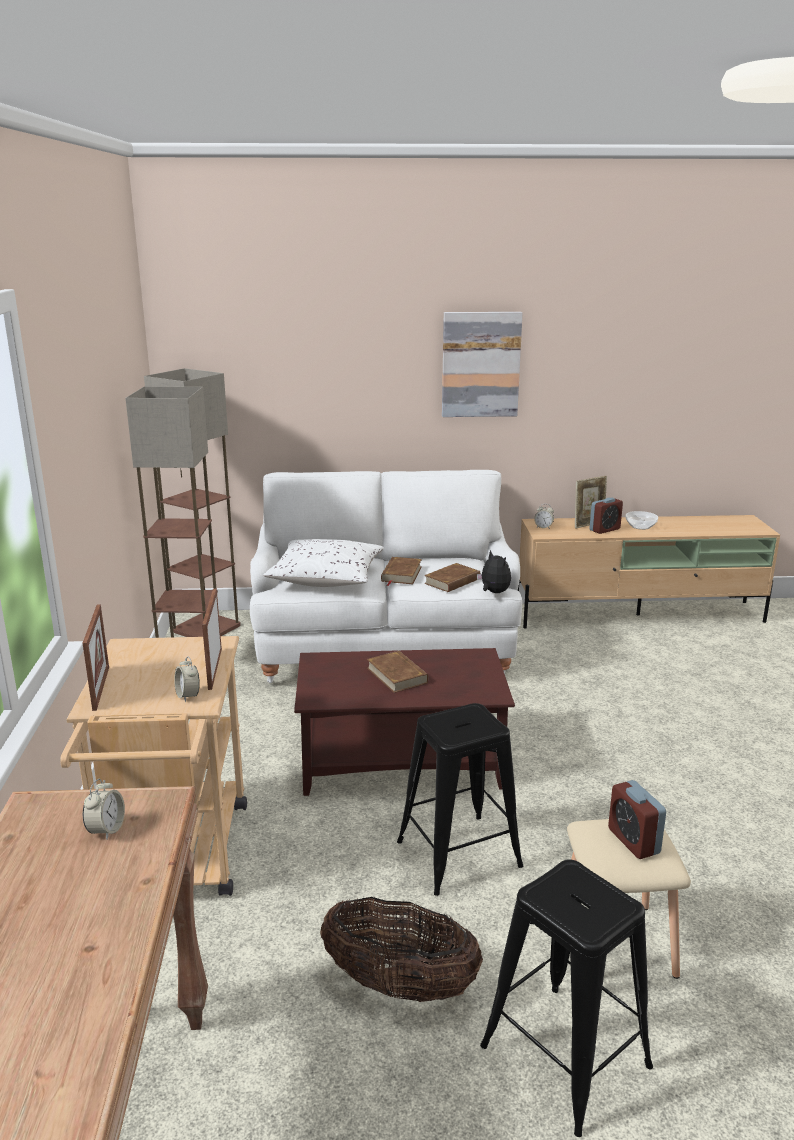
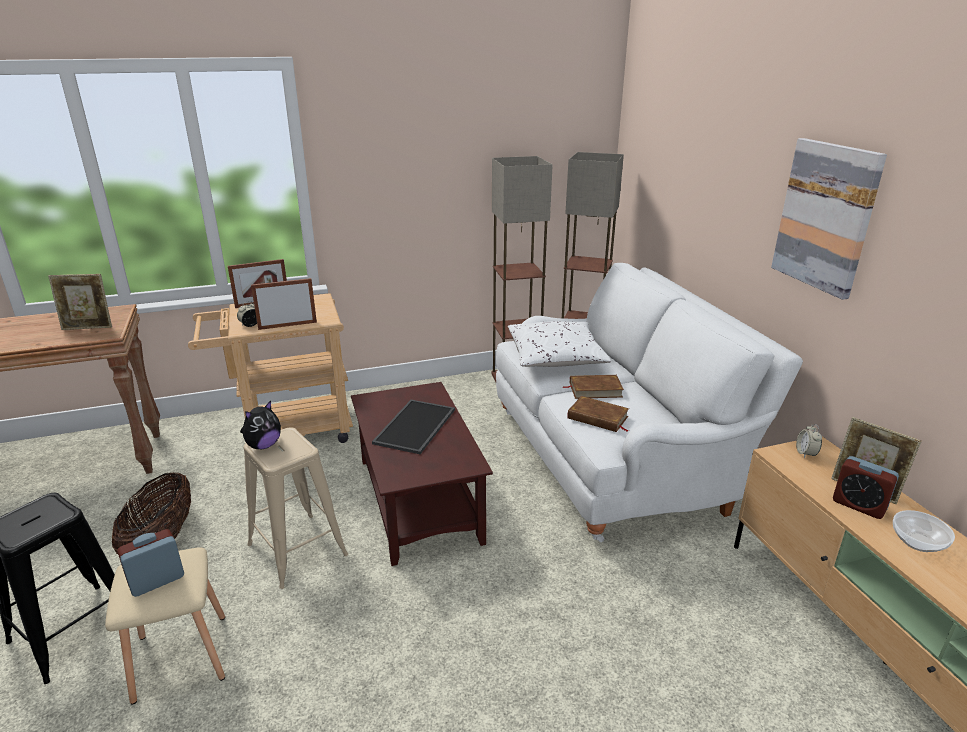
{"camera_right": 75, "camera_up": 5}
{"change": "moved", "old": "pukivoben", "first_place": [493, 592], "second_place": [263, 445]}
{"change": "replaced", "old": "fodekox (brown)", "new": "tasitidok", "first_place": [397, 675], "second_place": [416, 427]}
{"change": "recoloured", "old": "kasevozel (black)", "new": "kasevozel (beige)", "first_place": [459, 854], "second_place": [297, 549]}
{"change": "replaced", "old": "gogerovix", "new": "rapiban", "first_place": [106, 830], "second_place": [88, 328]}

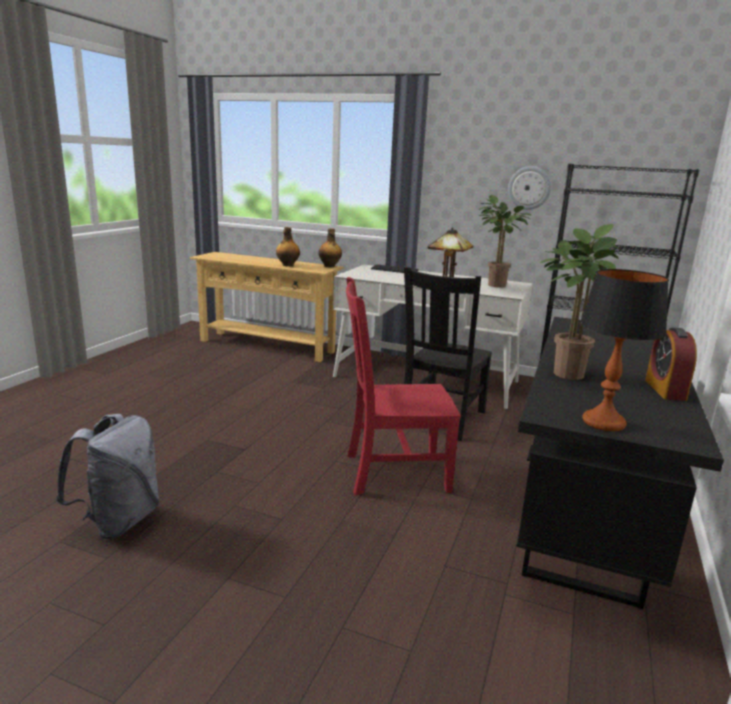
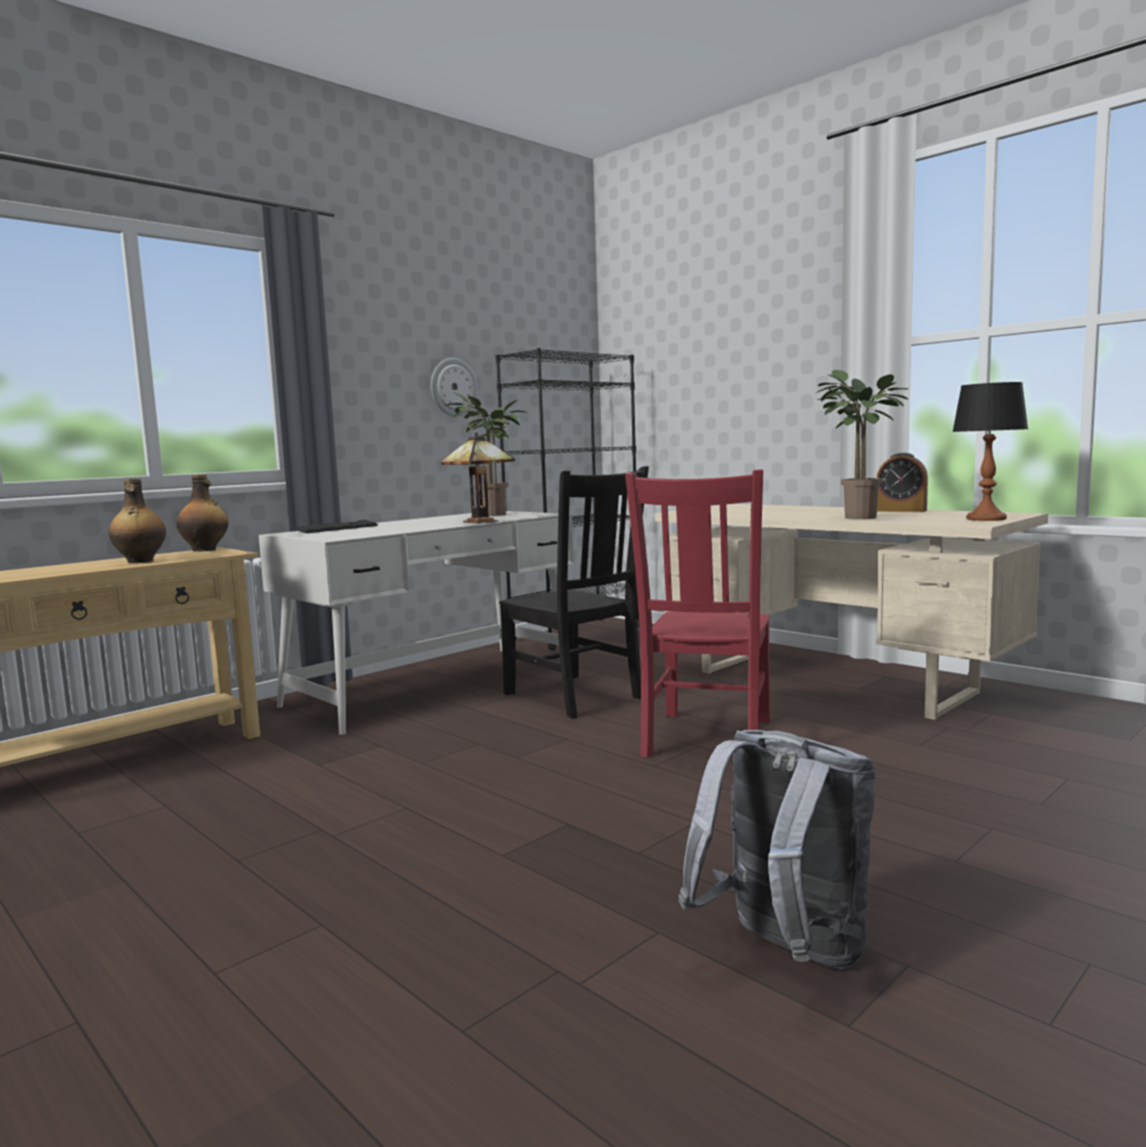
{"camera_right": -65, "camera_up": -10}
{"change": "recoloured", "old": "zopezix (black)", "new": "zopezix (beige)", "first_place": [585, 517], "second_place": [834, 682]}

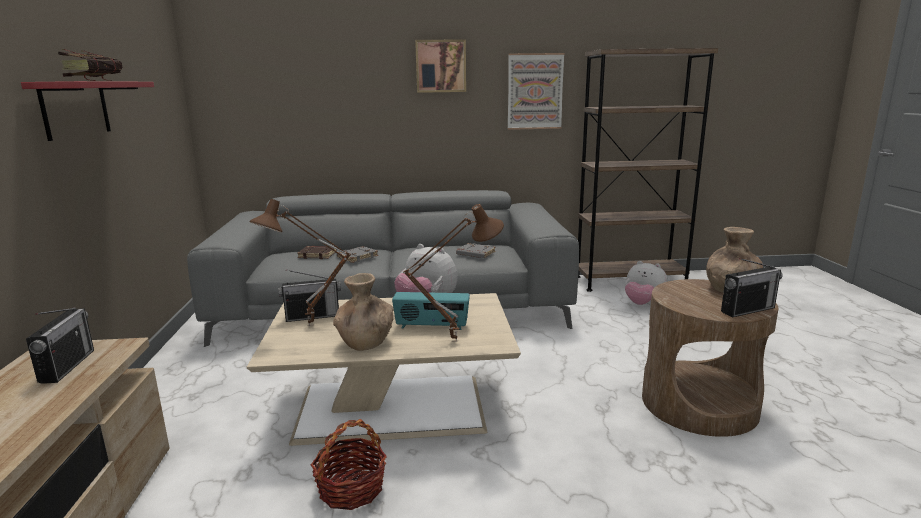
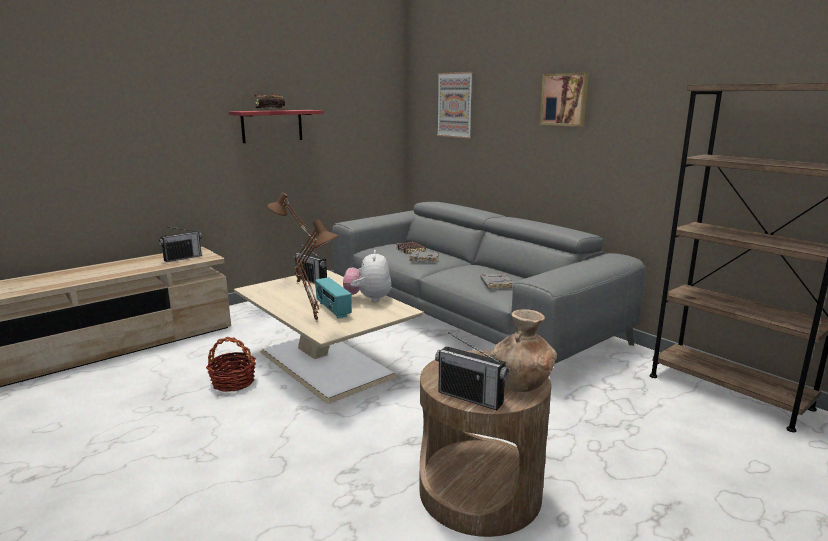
{"camera_right": 55, "camera_up": 0}
{"change": "moved", "old": "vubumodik", "first_place": [535, 91], "second_place": [455, 105]}
{"change": "removed", "old": "pukivoben", "first_place": [643, 304]}
{"change": "removed", "old": "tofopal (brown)", "first_place": [365, 343]}

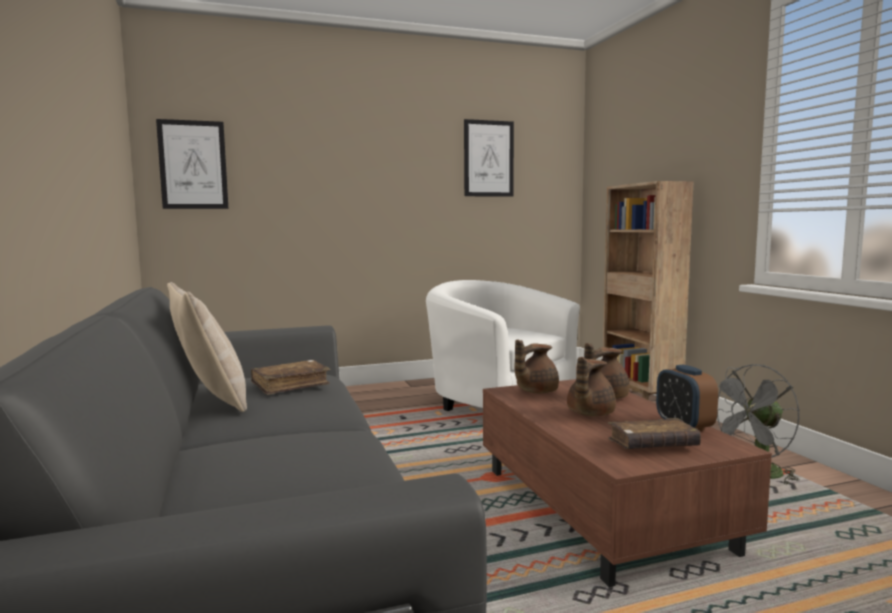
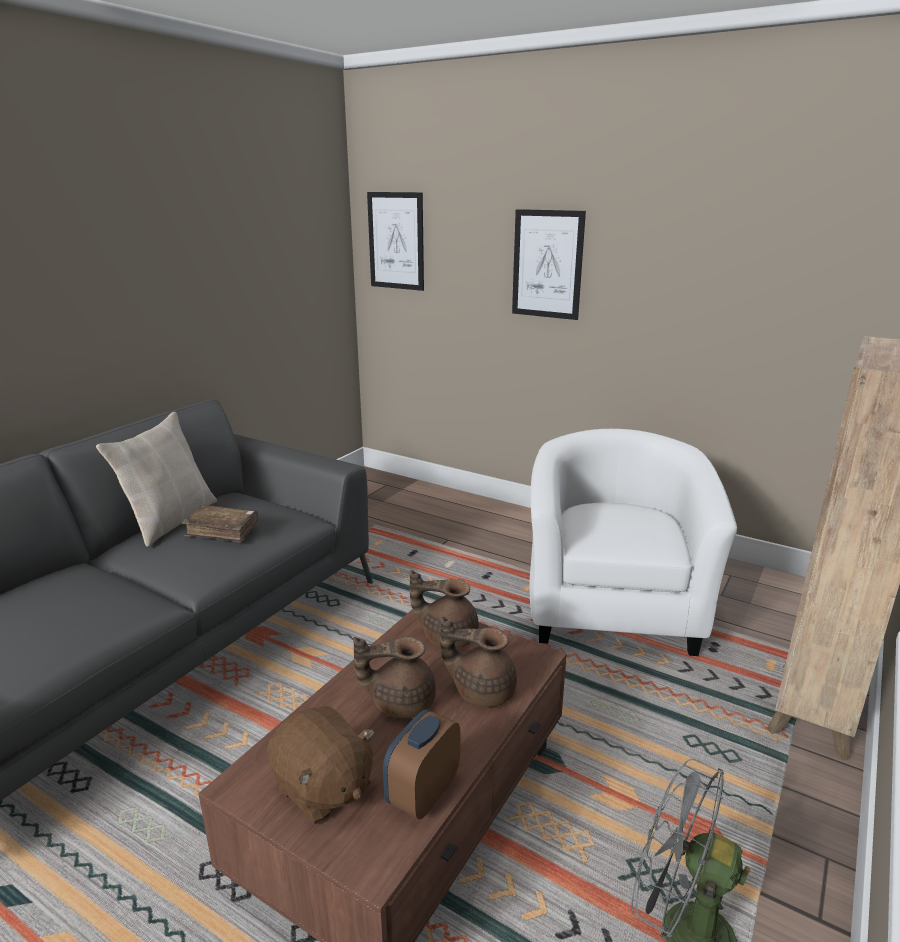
{"camera_right": 50, "camera_up": 15}
{"change": "moved", "old": "vubumodik", "first_place": [488, 158], "second_place": [547, 264]}
{"change": "replaced", "old": "fodekox (brown)", "new": "pukivoben (brown)", "first_place": [652, 445], "second_place": [322, 788]}

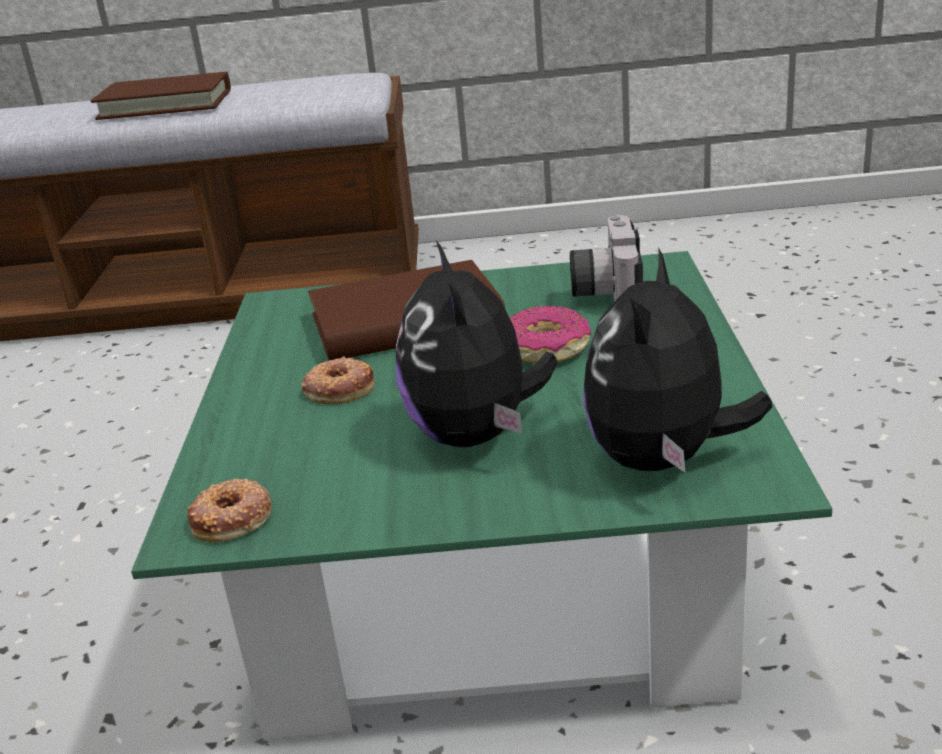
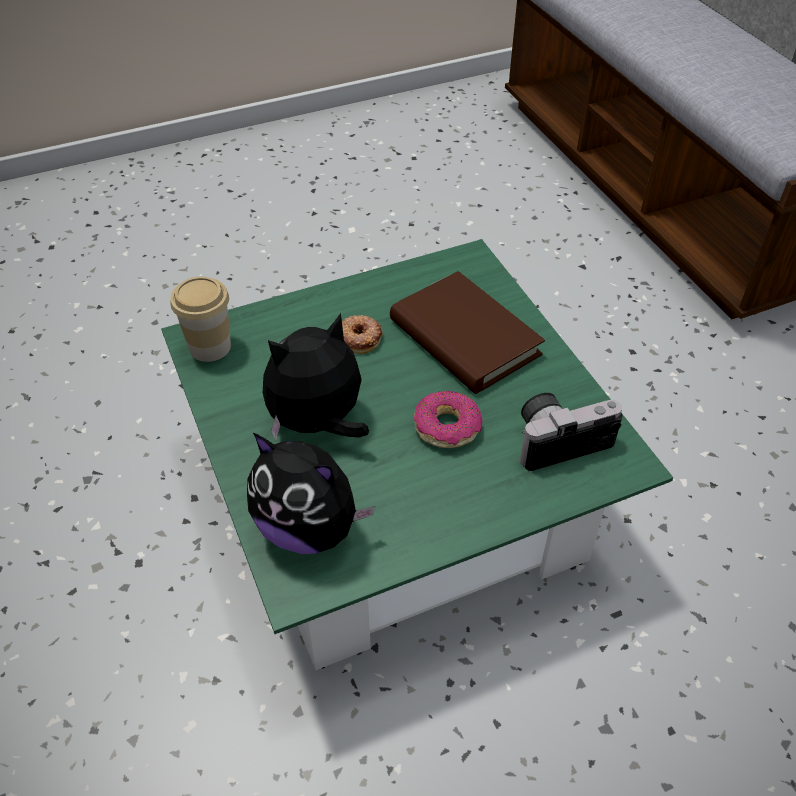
{"camera_right": 65, "camera_up": 20}
{"change": "removed", "old": "fodekox (brown)", "first_place": [165, 104]}
{"change": "turned", "old": "pukivoben", "first_place": [664, 461], "second_place": [309, 528], "degrees": -150}
{"change": "replaced", "old": "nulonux", "new": "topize", "first_place": [233, 518], "second_place": [210, 347]}

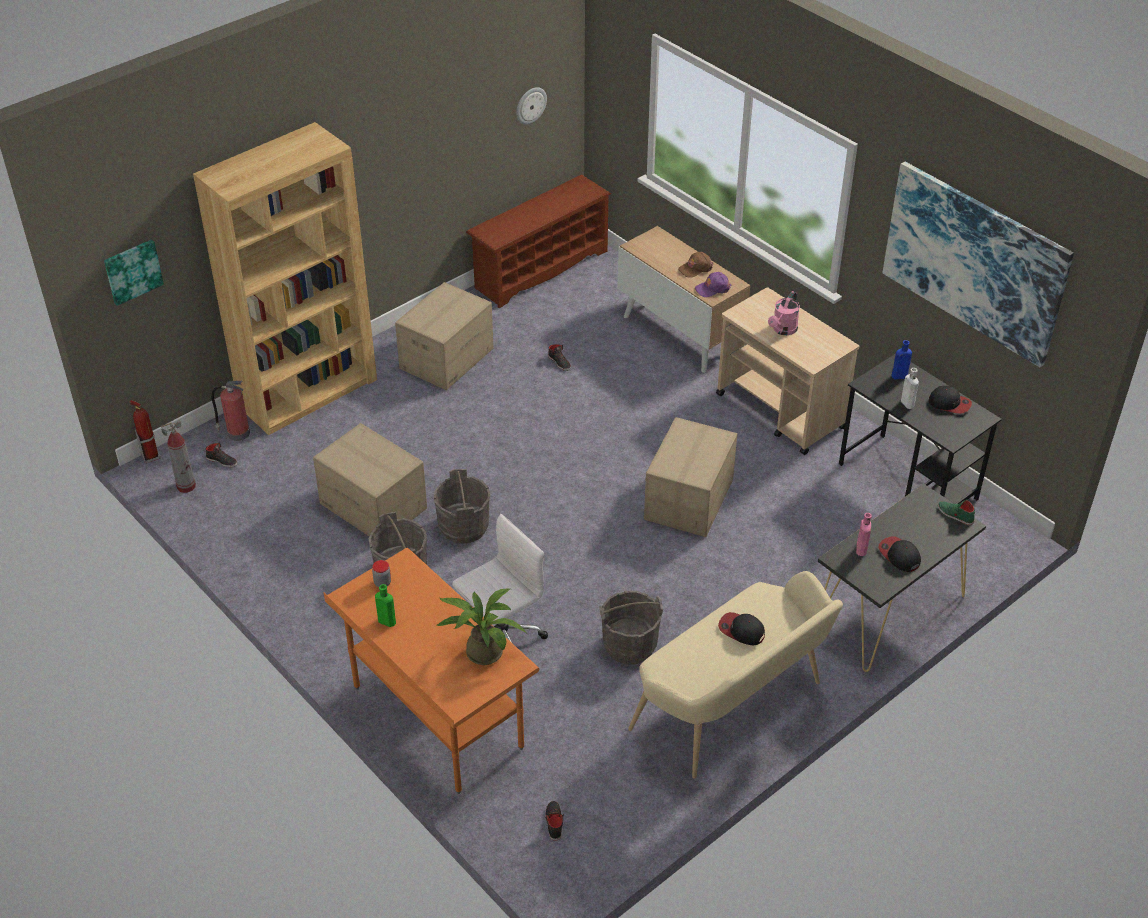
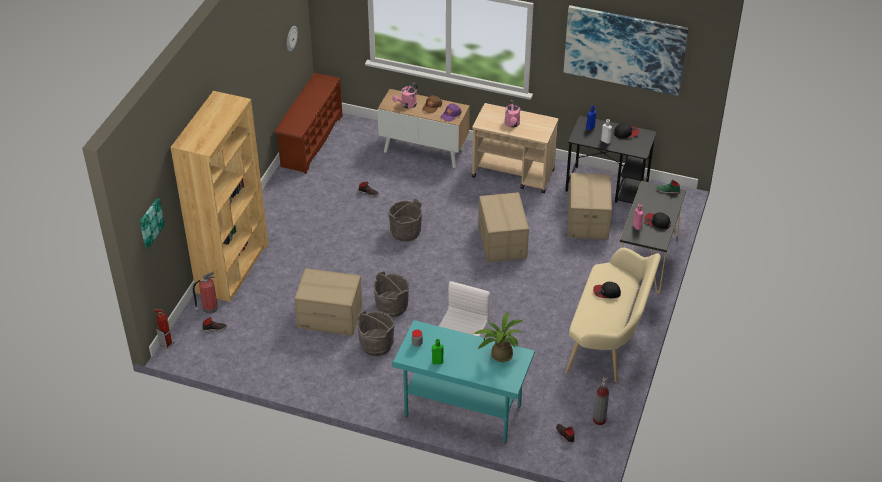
{"camera_right": -30, "camera_up": 0}
{"change": "moved", "old": "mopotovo", "first_place": [446, 358], "second_place": [587, 220]}
{"change": "moved", "old": "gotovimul", "first_place": [186, 486], "second_place": [599, 420]}
{"change": "recoloured", "old": "zopezix (orange)", "new": "zopezix (turquoise)", "first_place": [437, 718], "second_place": [462, 412]}
{"change": "moved", "old": "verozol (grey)", "first_place": [629, 645], "second_place": [405, 232]}
{"change": "added", "new": "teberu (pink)", "second_place": [407, 105]}

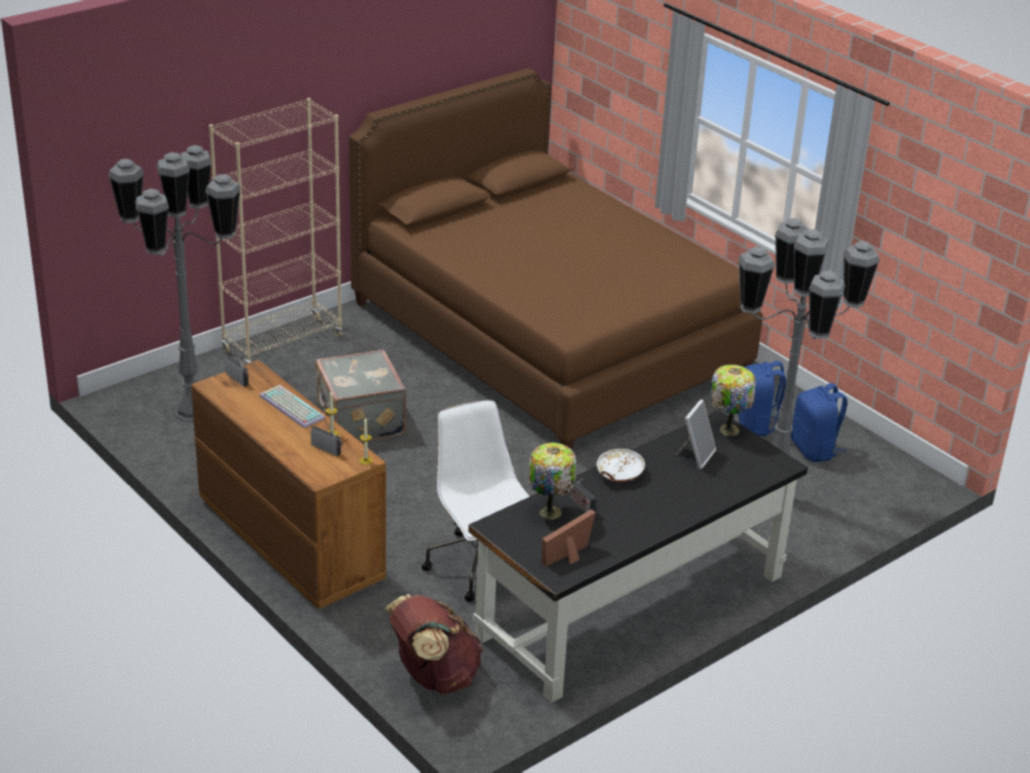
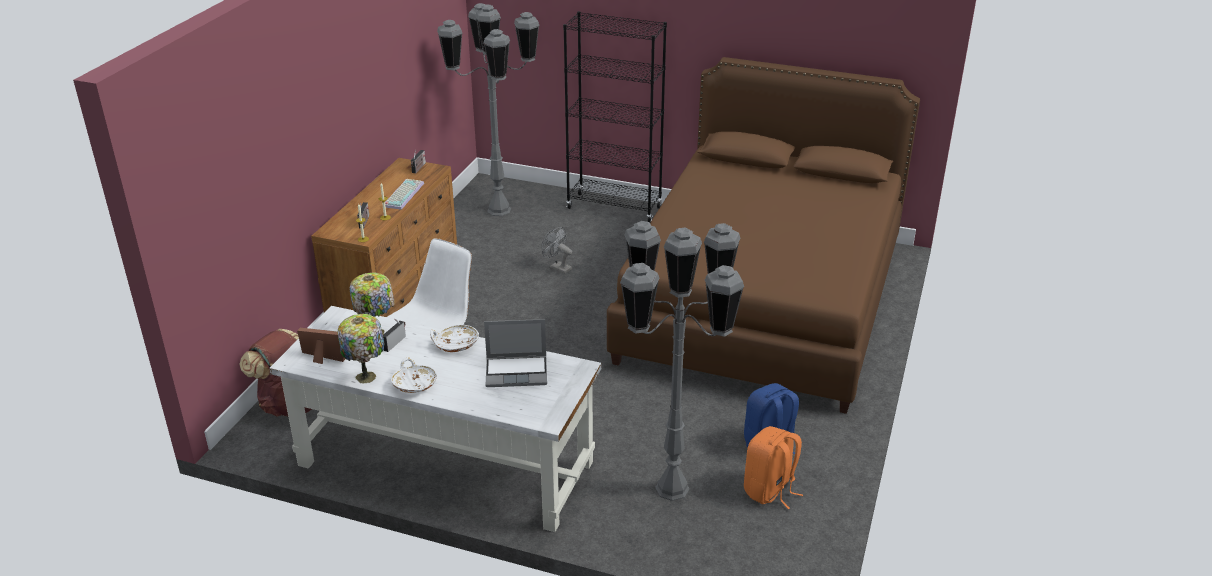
{"camera_right": 60, "camera_up": 0}
{"change": "recoloured", "old": "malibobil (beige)", "new": "malibobil (black)", "first_place": [282, 344], "second_place": [614, 208]}
{"change": "replaced", "old": "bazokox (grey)", "new": "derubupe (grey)", "first_place": [359, 421], "second_place": [557, 267]}
{"change": "moved", "old": "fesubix", "first_place": [728, 429], "second_place": [367, 376]}
{"change": "recoloured", "old": "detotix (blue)", "new": "detotix (orange)", "first_place": [814, 450], "second_place": [770, 490]}
{"change": "replaced", "old": "rapiban", "new": "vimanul", "first_place": [695, 455], "second_place": [517, 372]}
{"change": "recoloured", "old": "zopezix (black)", "new": "zopezix (white)", "first_place": [631, 607], "second_place": [444, 464]}
{"change": "added", "new": "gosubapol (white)", "second_place": [414, 384]}

